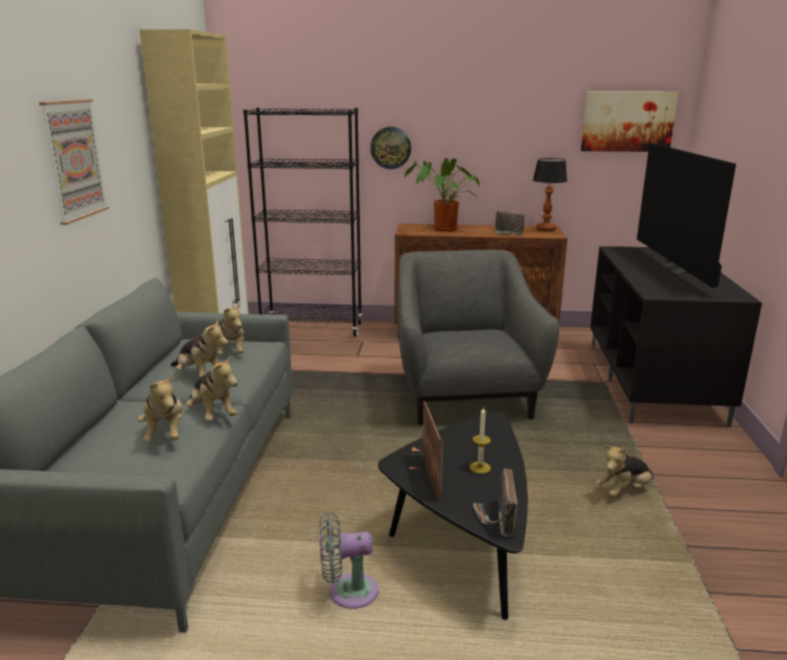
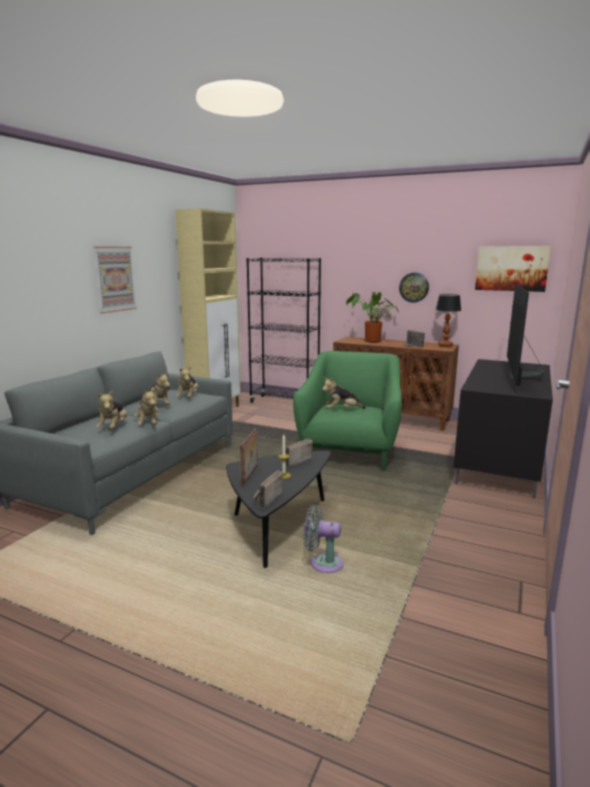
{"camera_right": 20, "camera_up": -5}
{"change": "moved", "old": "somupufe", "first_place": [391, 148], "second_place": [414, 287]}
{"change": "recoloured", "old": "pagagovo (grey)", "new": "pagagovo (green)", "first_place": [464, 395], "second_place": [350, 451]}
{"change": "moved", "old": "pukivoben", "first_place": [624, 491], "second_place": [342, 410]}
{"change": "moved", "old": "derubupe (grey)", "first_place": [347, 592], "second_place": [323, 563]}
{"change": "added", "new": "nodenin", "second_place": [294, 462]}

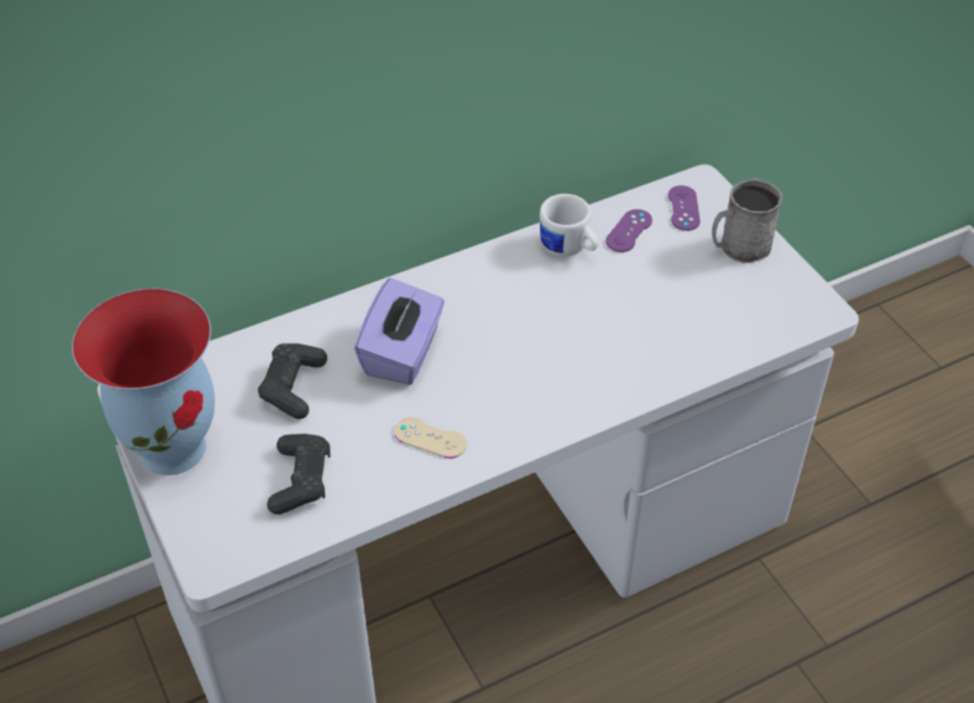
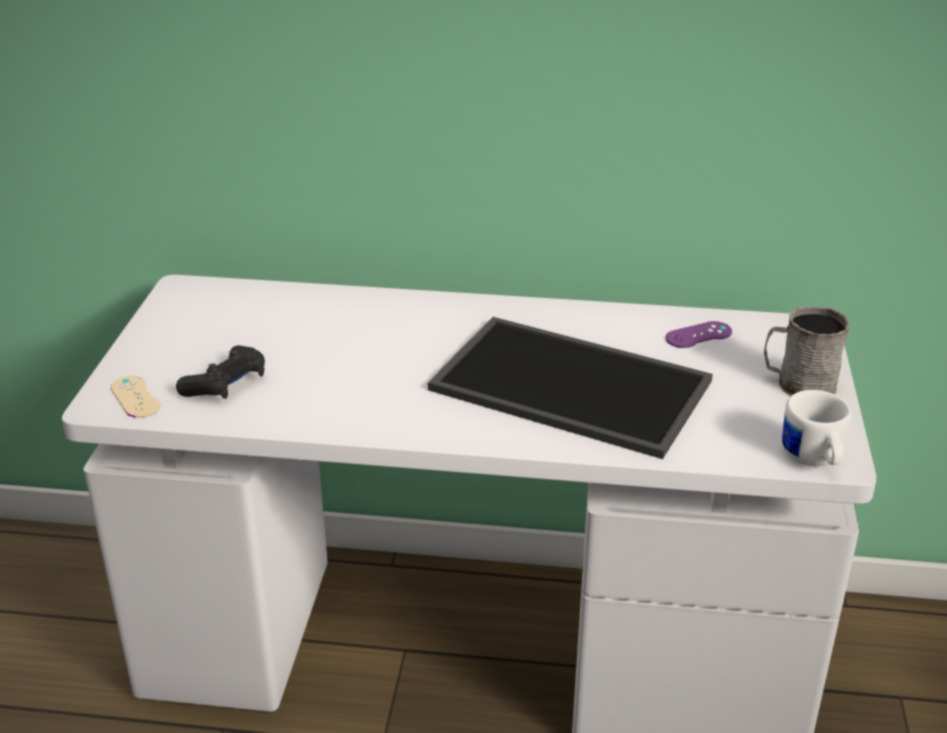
{"camera_right": 35, "camera_up": -15}
{"change": "removed", "old": "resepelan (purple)", "first_place": [683, 208]}
{"change": "moved", "old": "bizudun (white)", "first_place": [569, 249], "second_place": [813, 460]}
{"change": "removed", "old": "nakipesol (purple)", "first_place": [403, 353]}
{"change": "removed", "old": "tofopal", "first_place": [174, 447]}
{"change": "removed", "old": "resepelan (black)", "first_place": [293, 387]}
{"change": "moved", "old": "resepelan (beige)", "first_place": [430, 438], "second_place": [135, 397]}
{"change": "added", "new": "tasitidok", "second_place": [566, 387]}

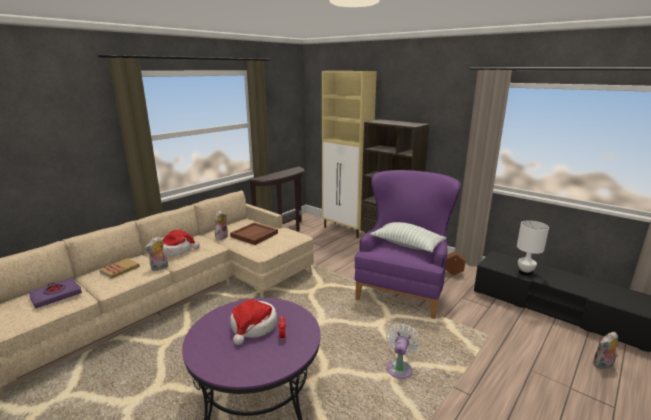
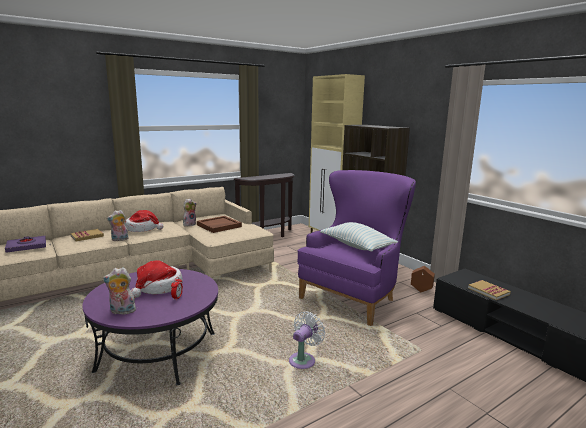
{"camera_right": 15, "camera_up": -5}
{"change": "replaced", "old": "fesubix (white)", "new": "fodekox", "first_place": [525, 272], "second_place": [488, 291]}
{"change": "moved", "old": "pukivoben", "first_place": [603, 365], "second_place": [121, 312]}

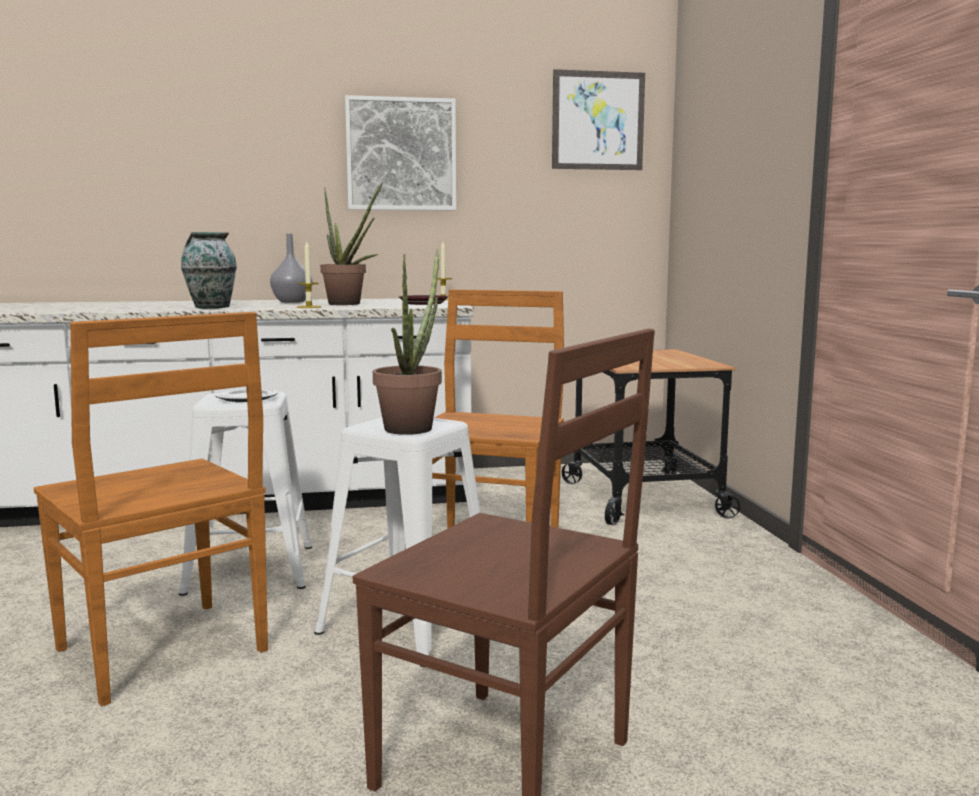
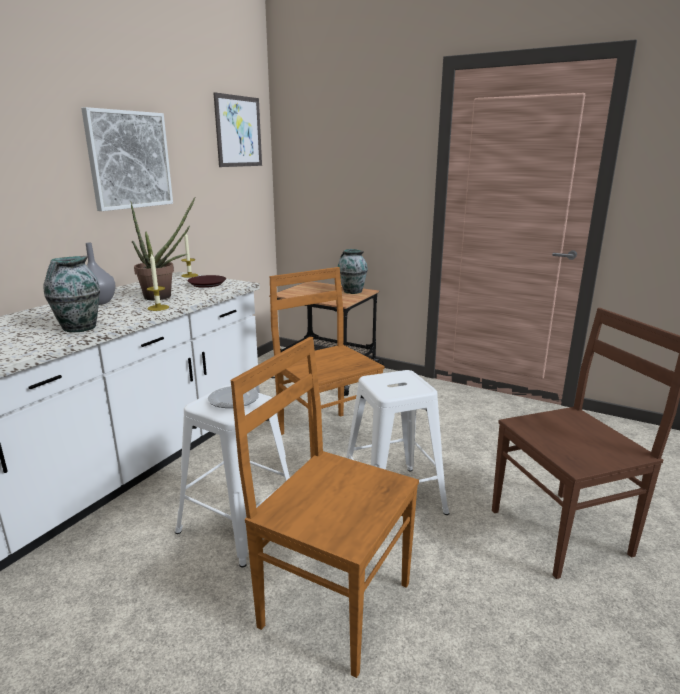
{"camera_right": -50, "camera_up": 10}
{"change": "removed", "old": "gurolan", "first_place": [413, 427]}
{"change": "turned", "old": "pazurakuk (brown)", "first_place": [163, 652], "second_place": [332, 602], "degrees": -150}
{"change": "added", "new": "tofopal", "second_place": [352, 291]}

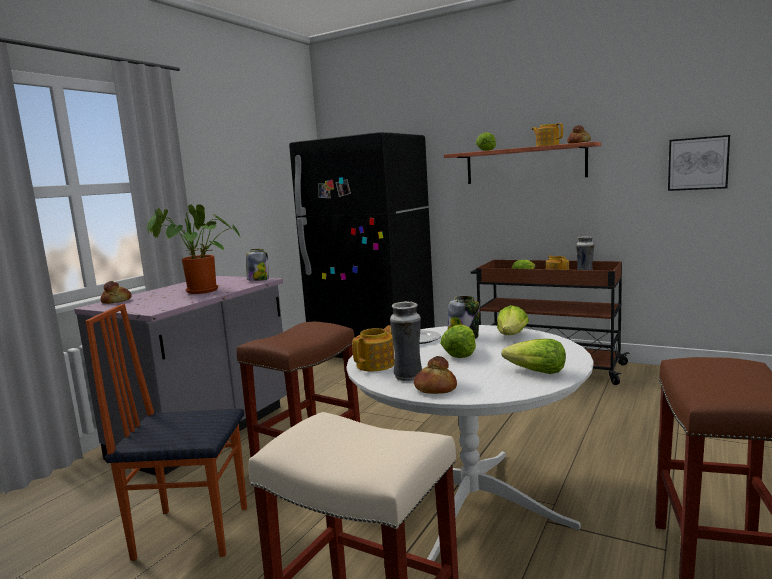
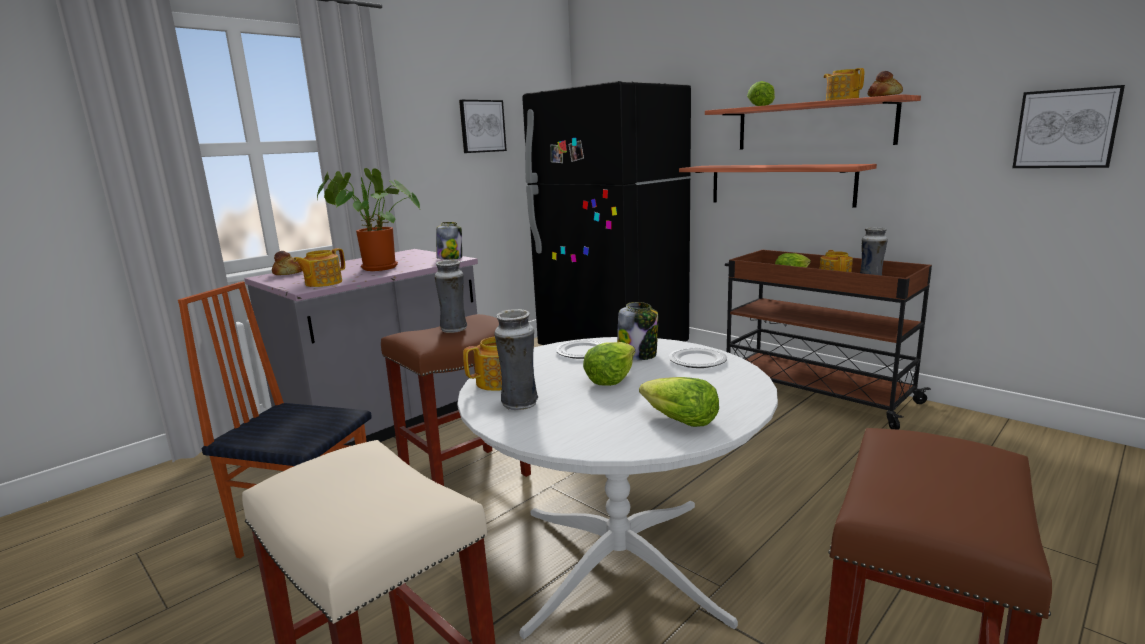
{"camera_right": 15, "camera_up": 5}
{"change": "replaced", "old": "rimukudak", "new": "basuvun", "first_place": [512, 336], "second_place": [698, 361]}
{"change": "removed", "old": "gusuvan", "first_place": [435, 389]}
{"change": "added", "new": "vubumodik", "second_place": [482, 126]}
{"change": "added", "new": "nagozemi", "second_place": [780, 184]}
{"change": "added", "new": "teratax", "second_place": [322, 283]}
{"change": "added", "new": "tofopal", "second_place": [454, 330]}

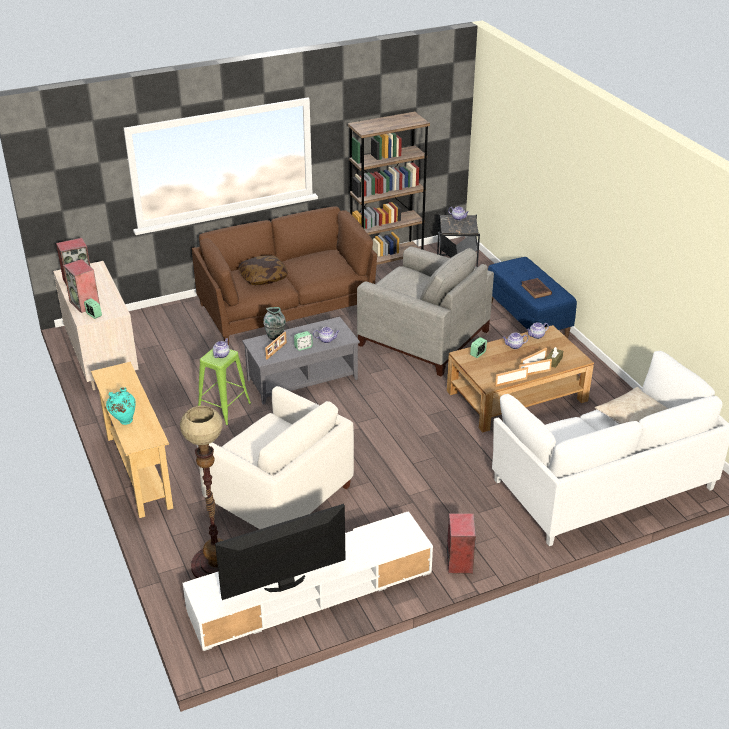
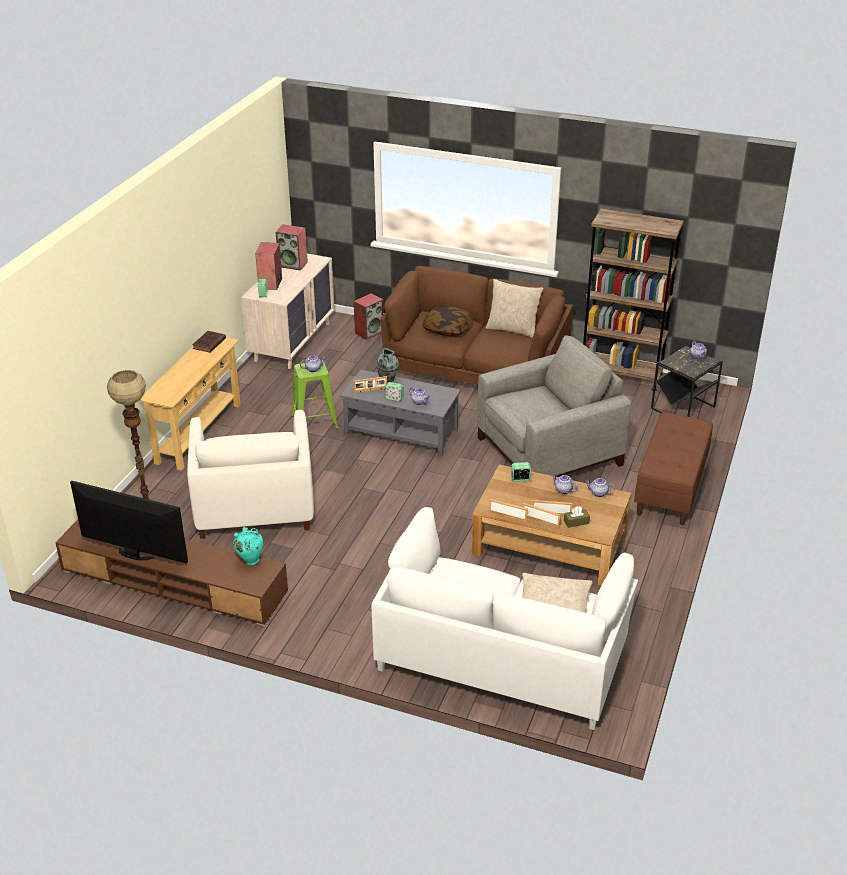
{"camera_right": 45, "camera_up": 0}
{"change": "turned", "old": "pagagovo (grey)", "first_place": [422, 337], "second_place": [548, 452], "degrees": -105}
{"change": "recoloured", "old": "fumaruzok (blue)", "new": "fumaruzok (brown)", "first_place": [528, 319], "second_place": [671, 489]}
{"change": "moved", "old": "fodekox (brown)", "first_place": [536, 290], "second_place": [209, 344]}
{"change": "moved", "old": "tofopal (turquoise)", "first_place": [124, 421], "second_place": [250, 560]}
{"change": "recoloured", "old": "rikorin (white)", "new": "rikorin (brown)", "first_place": [310, 592], "second_place": [173, 581]}
{"change": "moved", "old": "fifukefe", "first_place": [459, 561], "second_place": [369, 332]}
{"change": "added", "new": "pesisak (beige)", "second_place": [513, 329]}

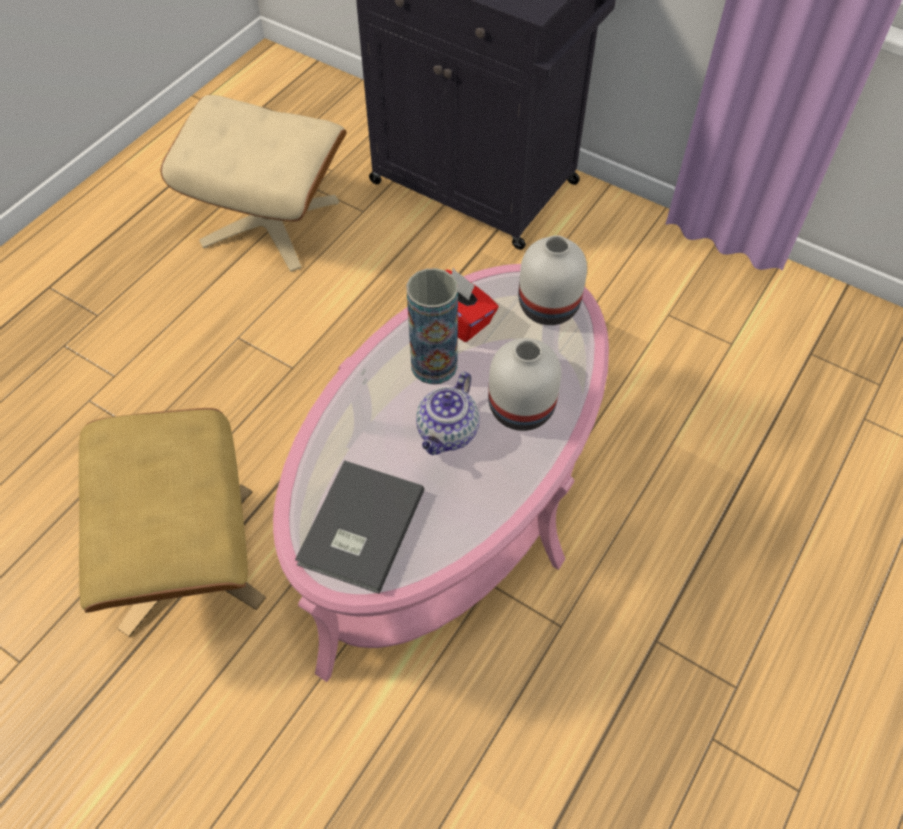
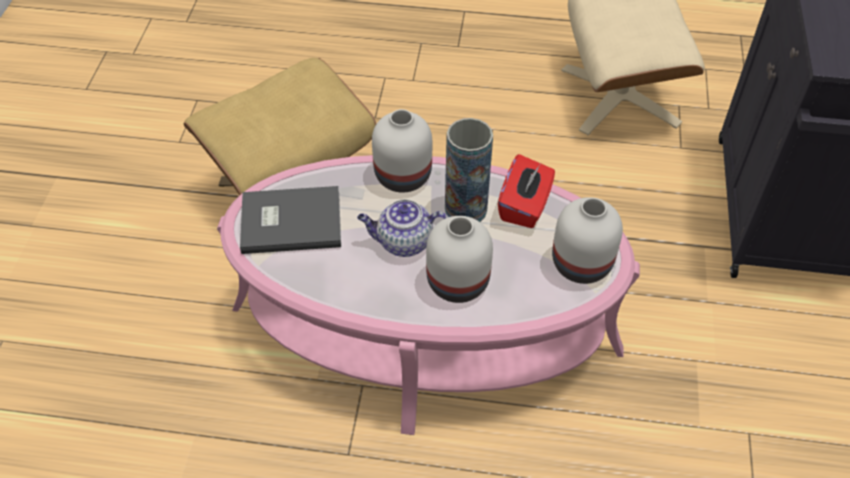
{"camera_right": 65, "camera_up": -5}
{"change": "added", "new": "tofopal (white)", "second_place": [404, 176]}

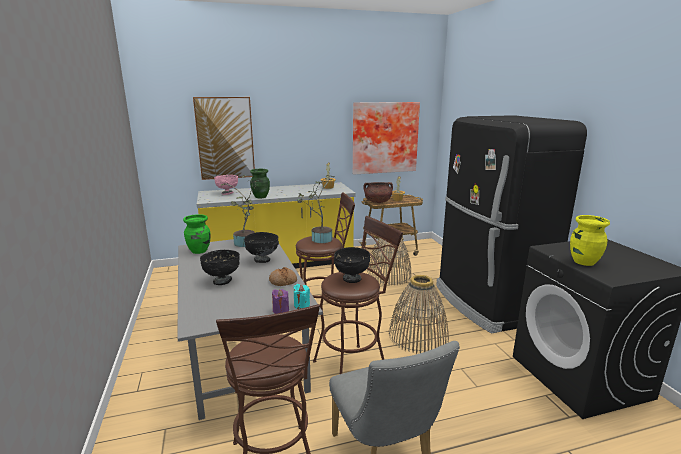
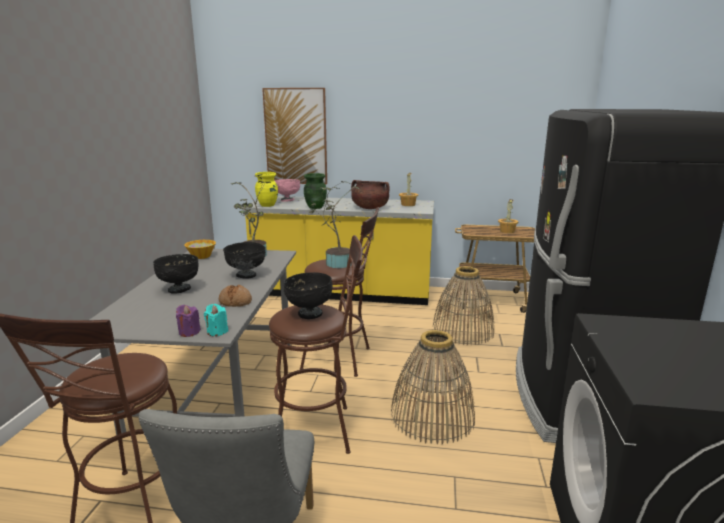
{"camera_right": 25, "camera_up": 0}
{"change": "removed", "old": "vubumodik", "first_place": [384, 137]}
{"change": "moved", "old": "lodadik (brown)", "first_place": [377, 202], "second_place": [370, 208]}
{"change": "replaced", "old": "tofopal (green)", "new": "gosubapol", "first_place": [199, 251], "second_place": [201, 256]}
{"change": "moved", "old": "tofopal (yellow)", "first_place": [584, 262], "second_place": [267, 205]}

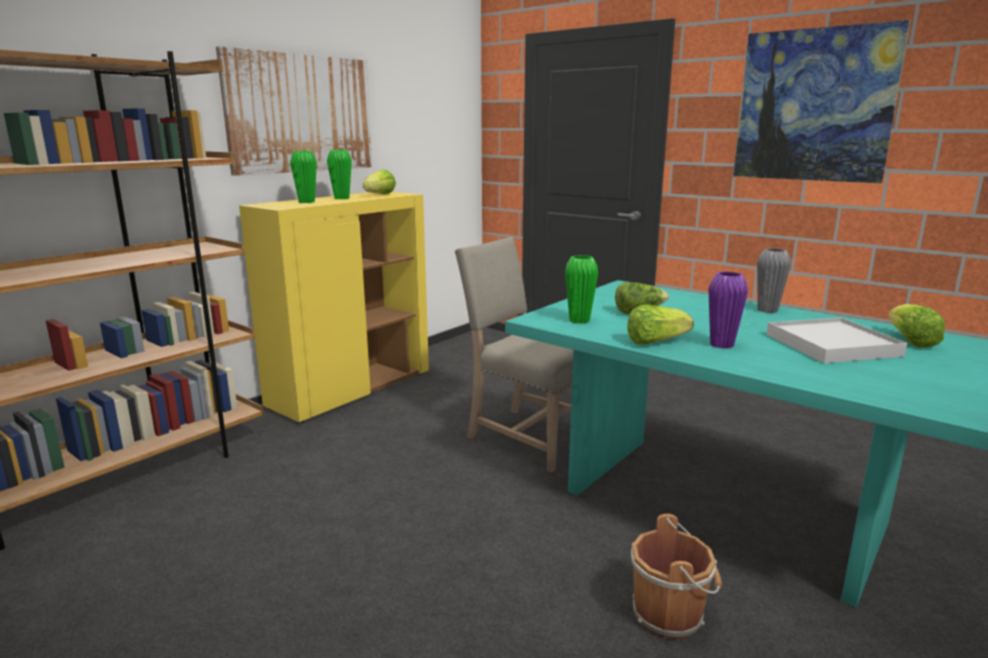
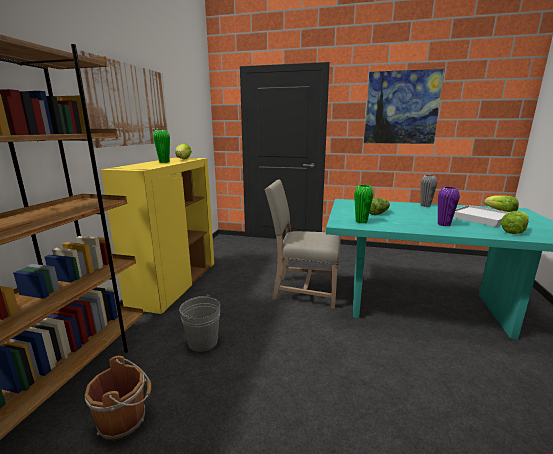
{"camera_right": -25, "camera_up": 0}
{"change": "removed", "old": "tofopal (green)", "first_place": [306, 202]}
{"change": "moved", "old": "rimukudak", "first_place": [655, 342], "second_place": [514, 231]}
{"change": "moved", "old": "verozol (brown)", "first_place": [670, 614], "second_place": [124, 420]}
{"change": "added", "new": "verozol (grey)", "second_place": [203, 342]}

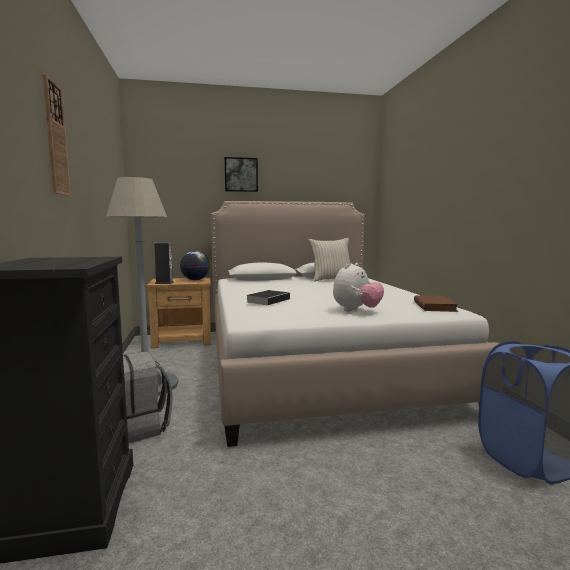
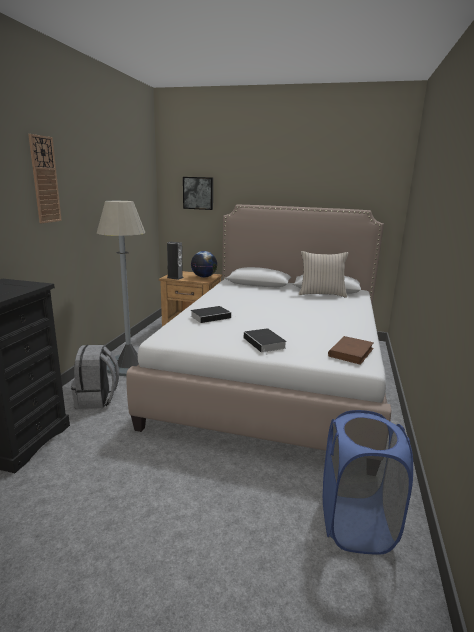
{"camera_right": 25, "camera_up": 10}
{"change": "moved", "old": "vubumodik", "first_place": [241, 175], "second_place": [198, 193]}
{"change": "replaced", "old": "pukivoben", "new": "fodekox", "first_place": [356, 310], "second_place": [265, 343]}

